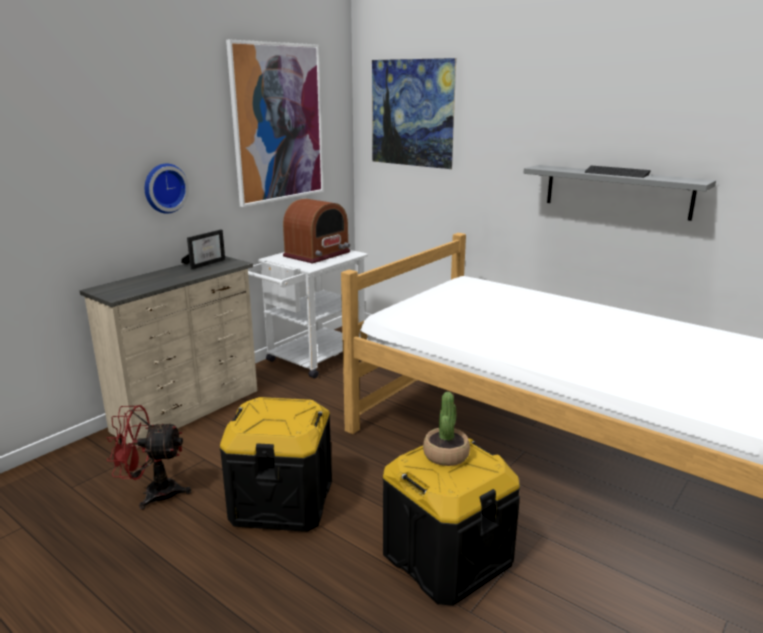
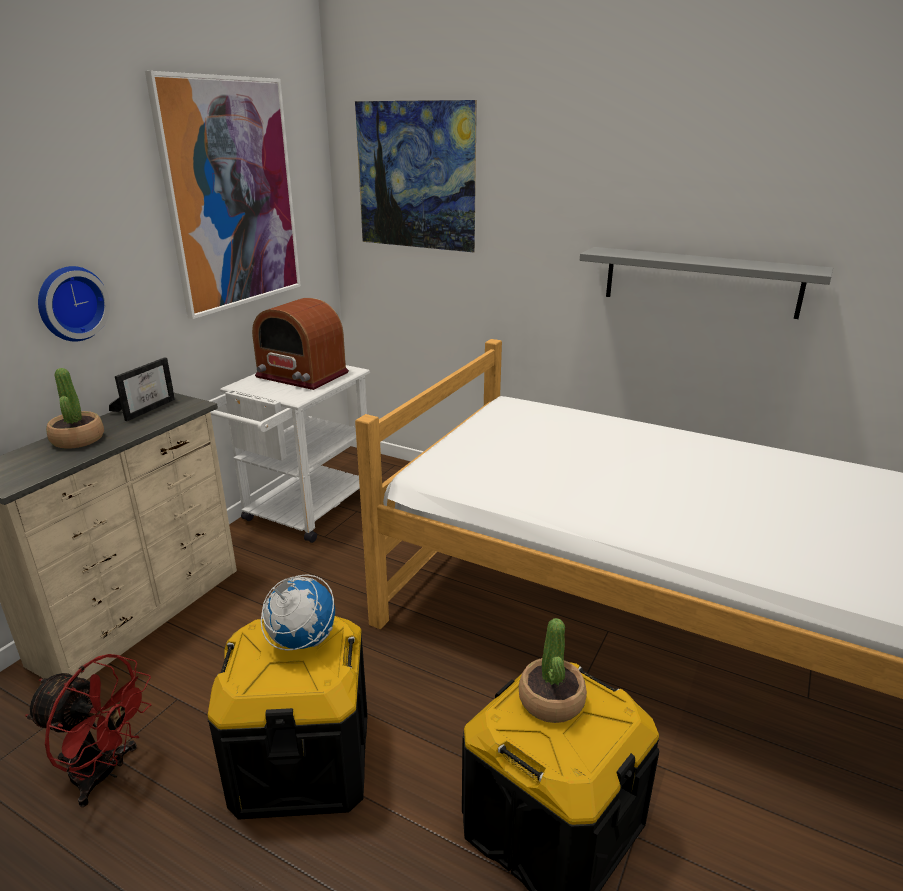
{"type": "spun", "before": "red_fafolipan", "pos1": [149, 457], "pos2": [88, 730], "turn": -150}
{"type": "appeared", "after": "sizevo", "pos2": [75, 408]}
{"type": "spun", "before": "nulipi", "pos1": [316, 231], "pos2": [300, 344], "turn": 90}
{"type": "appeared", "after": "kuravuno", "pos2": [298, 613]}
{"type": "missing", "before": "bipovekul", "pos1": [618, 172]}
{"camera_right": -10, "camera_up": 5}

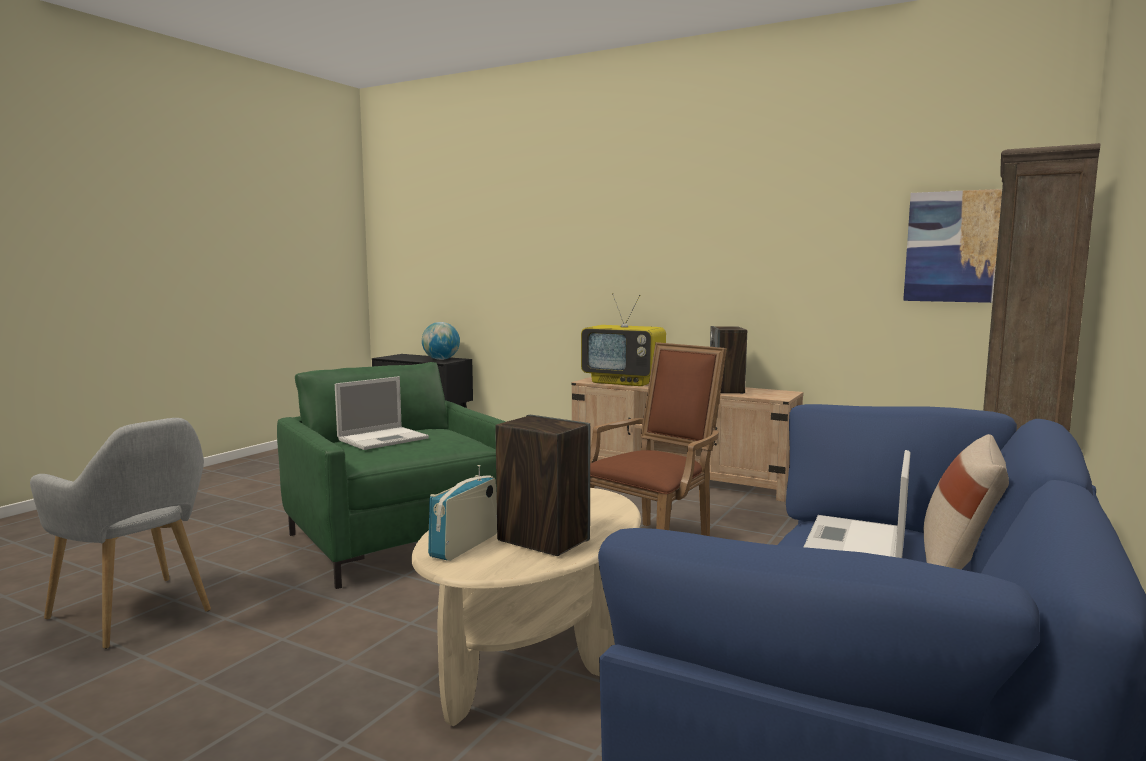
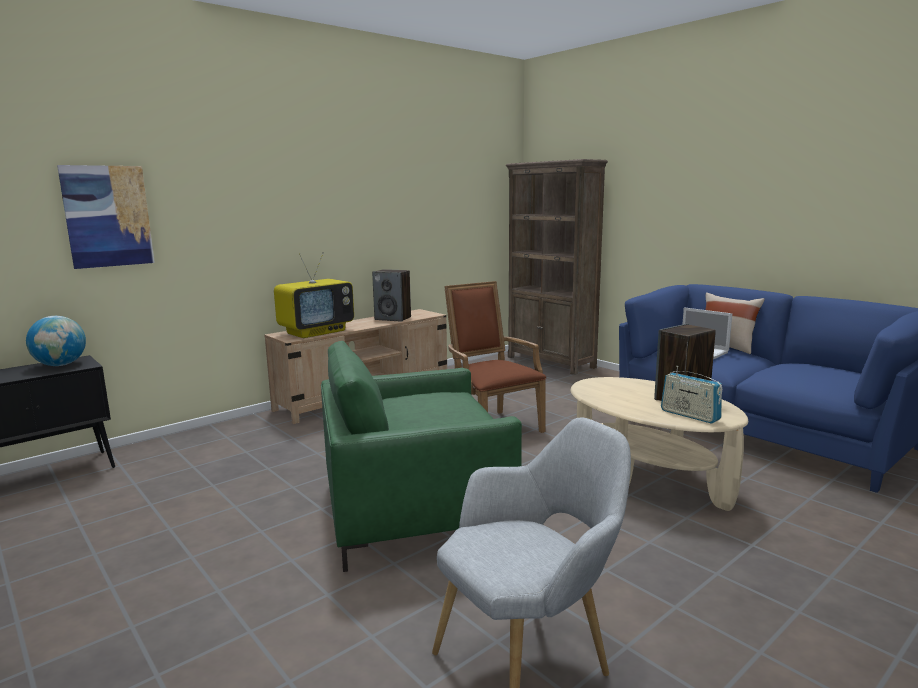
{"type": "relocated", "before": "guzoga", "pos1": [952, 246], "pos2": [106, 217]}
{"type": "missing", "before": "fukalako", "pos1": [382, 413]}
{"camera_right": -70, "camera_up": 5}

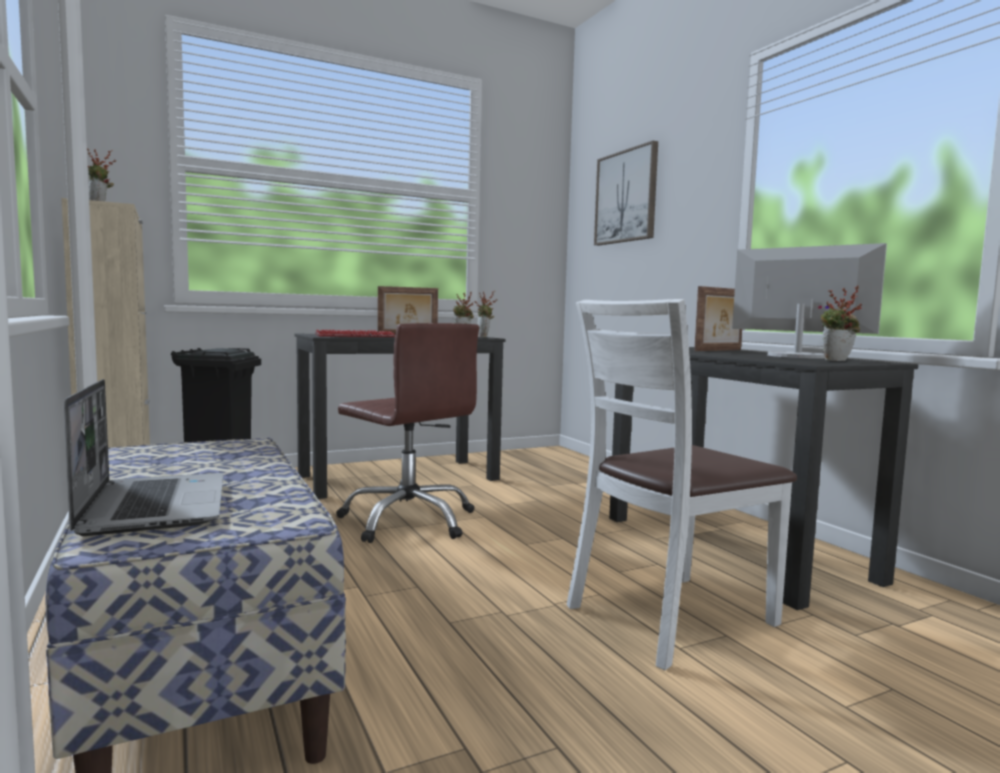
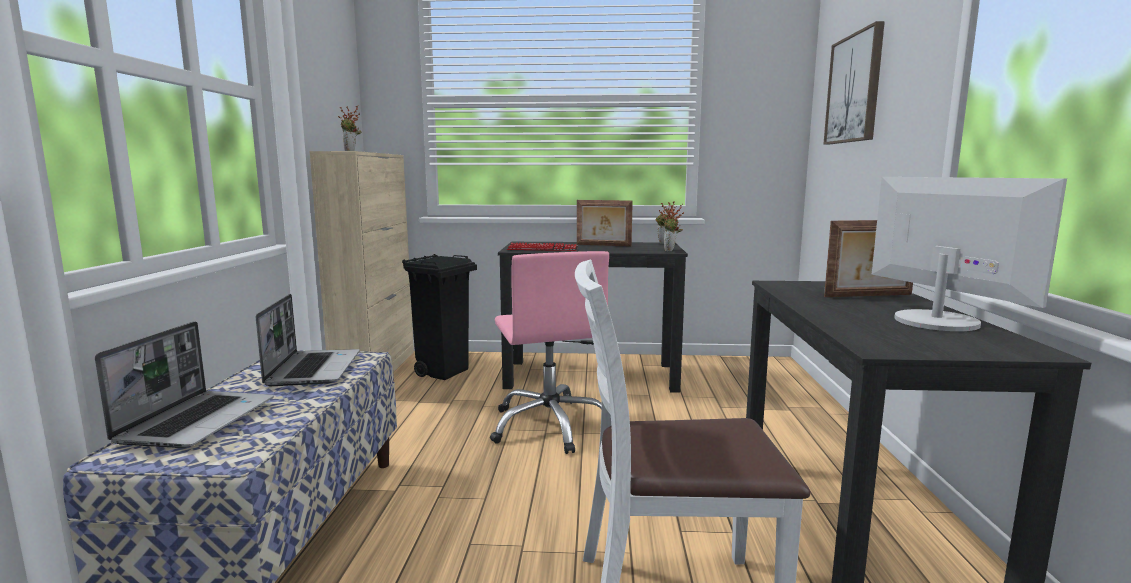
{"type": "appeared", "after": "fukalako", "pos2": [308, 340]}
{"type": "colour", "before": "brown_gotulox", "after": "pink_gotulox", "pos1": [407, 433], "pos2": [549, 352]}
{"type": "missing", "before": "sizevo", "pos1": [841, 323]}
{"camera_right": 30, "camera_up": 5}

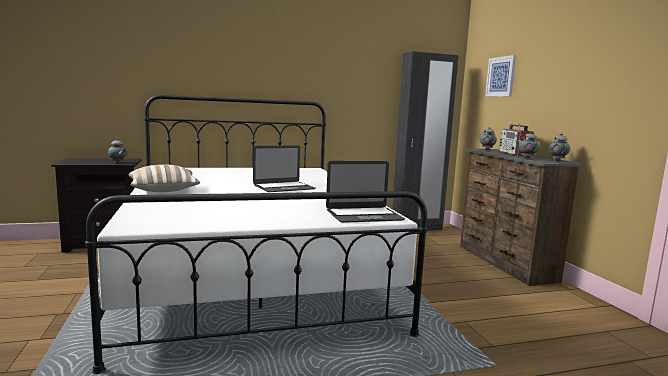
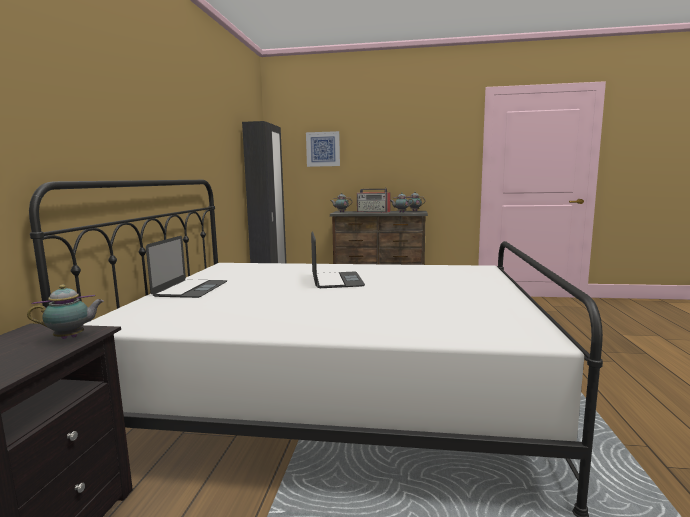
{"type": "relocated", "before": "fukalako", "pos1": [365, 192], "pos2": [186, 267]}
{"type": "missing", "before": "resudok", "pos1": [165, 178]}
{"camera_right": -65, "camera_up": 0}

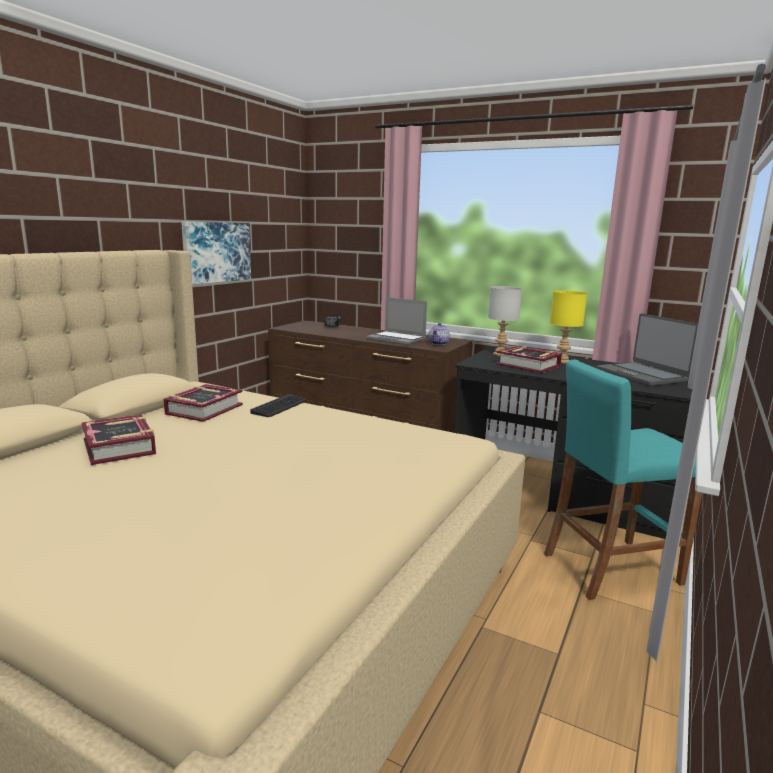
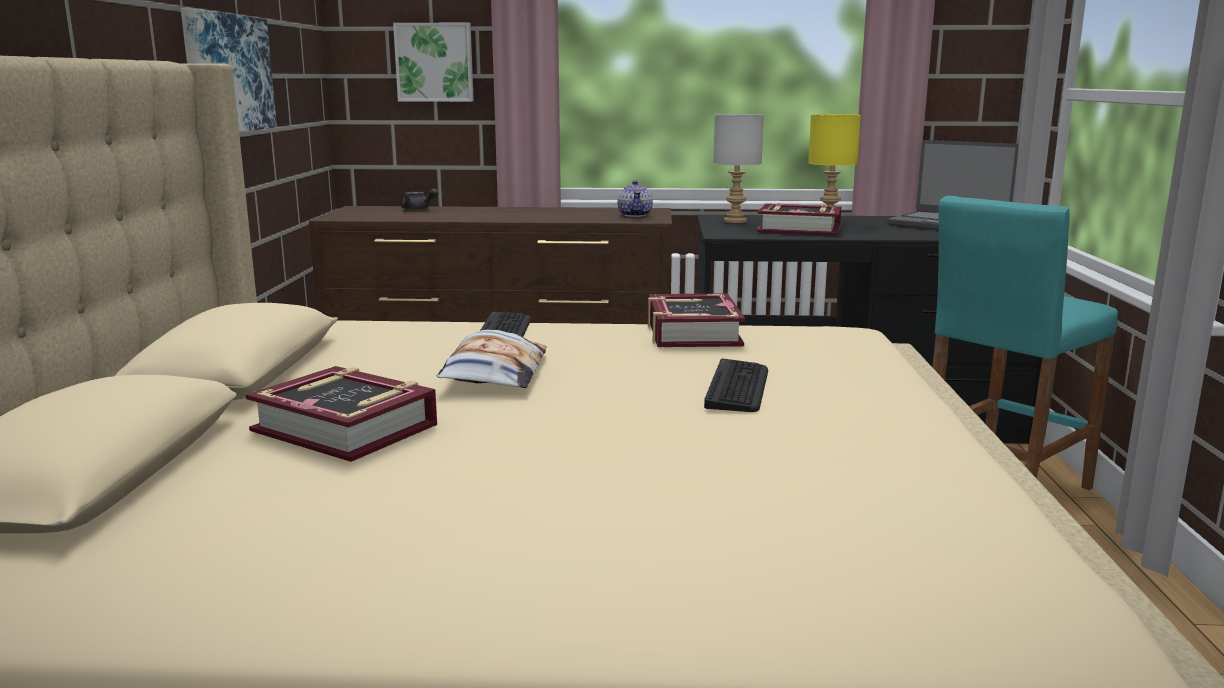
{"type": "appeared", "after": "guzoga", "pos2": [433, 62]}
{"type": "appeared", "after": "resudok", "pos2": [492, 359]}
{"type": "relocated", "before": "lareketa", "pos1": [203, 403], "pos2": [696, 320]}
{"type": "appeared", "after": "bipovekul", "pos2": [736, 385]}
{"type": "missing", "before": "fukalako", "pos1": [396, 321]}
{"camera_right": -25, "camera_up": 0}

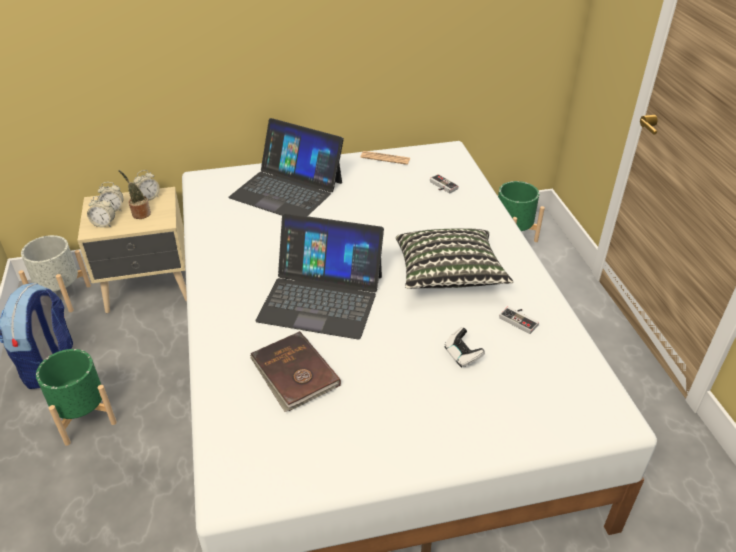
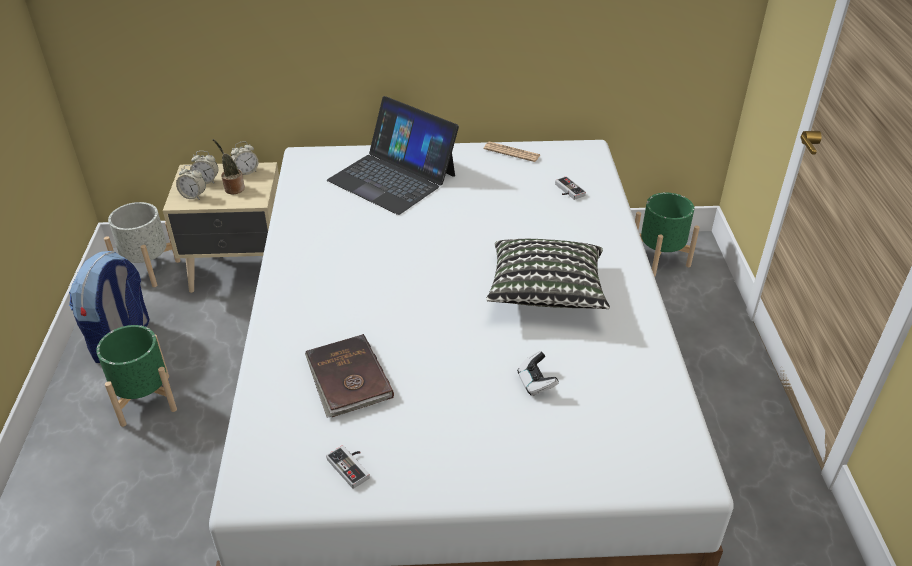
{"type": "relocated", "before": "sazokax", "pos1": [519, 320], "pos2": [348, 467]}
{"type": "missing", "before": "fukalako", "pos1": [319, 276]}
{"camera_right": 10, "camera_up": 0}

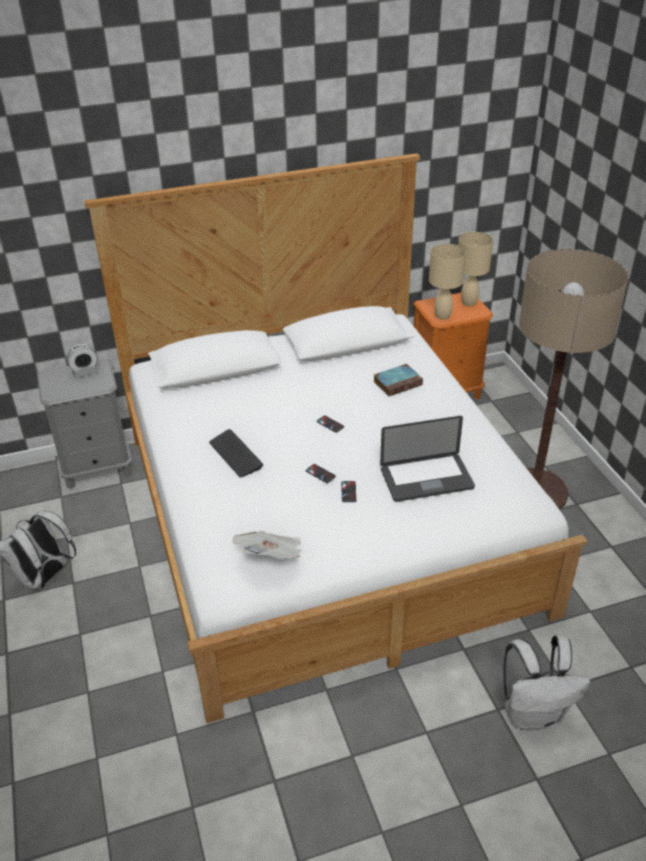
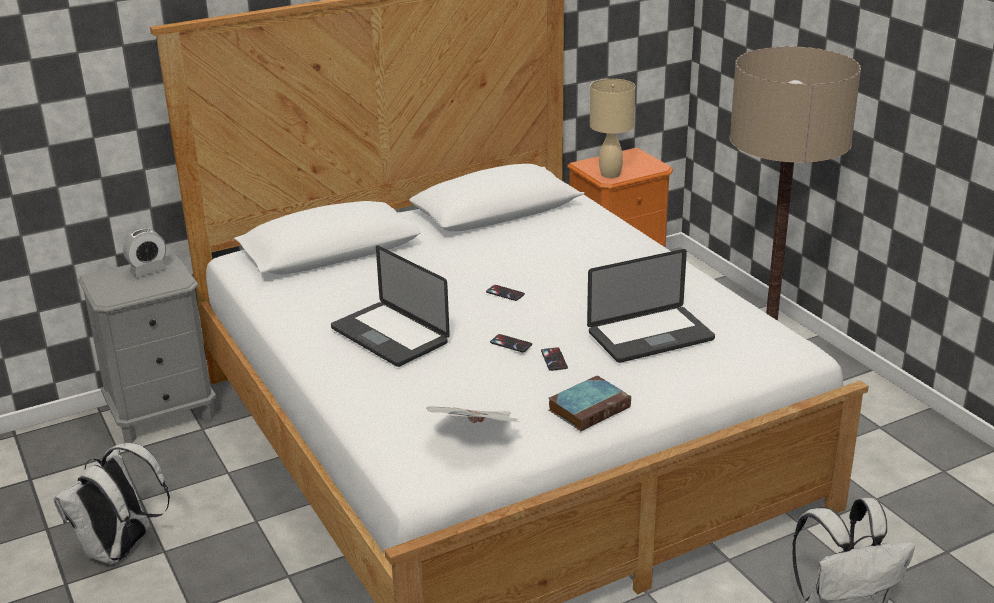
{"type": "exchanged", "before": "bipovekul", "after": "fukalako", "pos1": [236, 453], "pos2": [390, 306]}
{"type": "relocated", "before": "lareketa", "pos1": [398, 380], "pos2": [589, 403]}
{"type": "missing", "before": "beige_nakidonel", "pos1": [475, 269]}
{"camera_right": -10, "camera_up": -10}

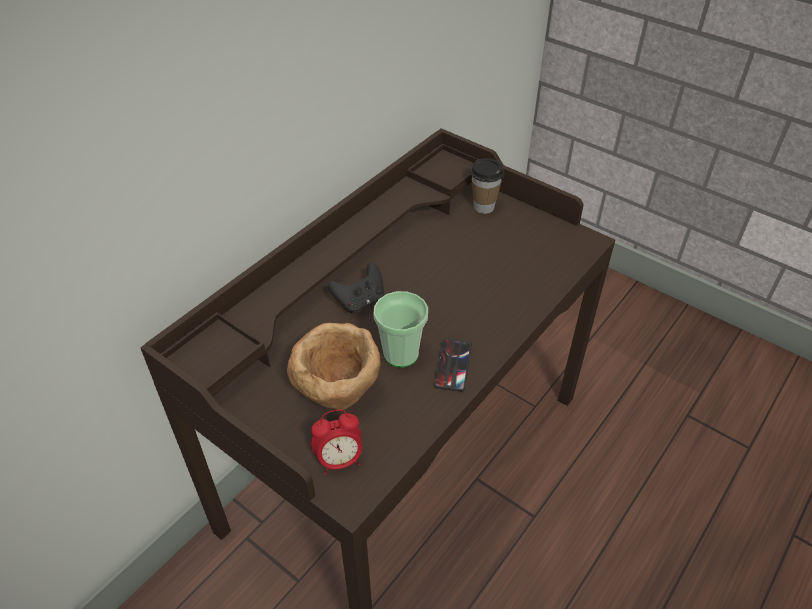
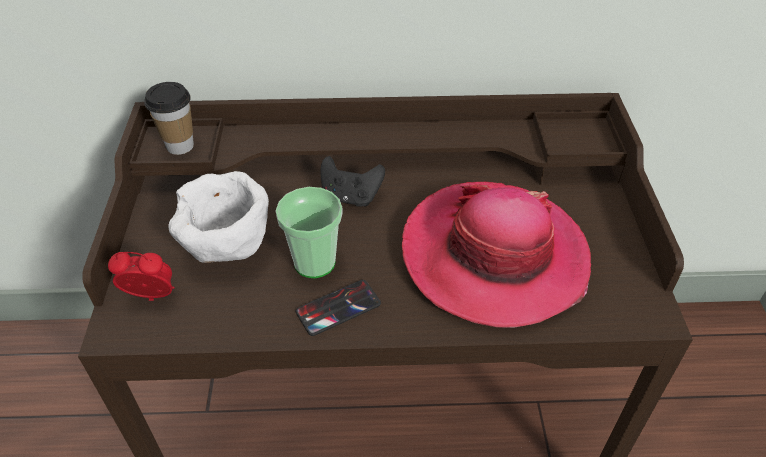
{"type": "spun", "before": "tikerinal", "pos1": [336, 442], "pos2": [141, 276], "turn": 150}
{"type": "relocated", "before": "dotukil", "pos1": [487, 186], "pos2": [169, 118]}
{"type": "colour", "before": "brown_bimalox", "after": "white_bimalox", "pos1": [334, 366], "pos2": [219, 217]}
{"type": "appeared", "after": "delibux", "pos2": [496, 254]}
{"camera_right": 50, "camera_up": 0}

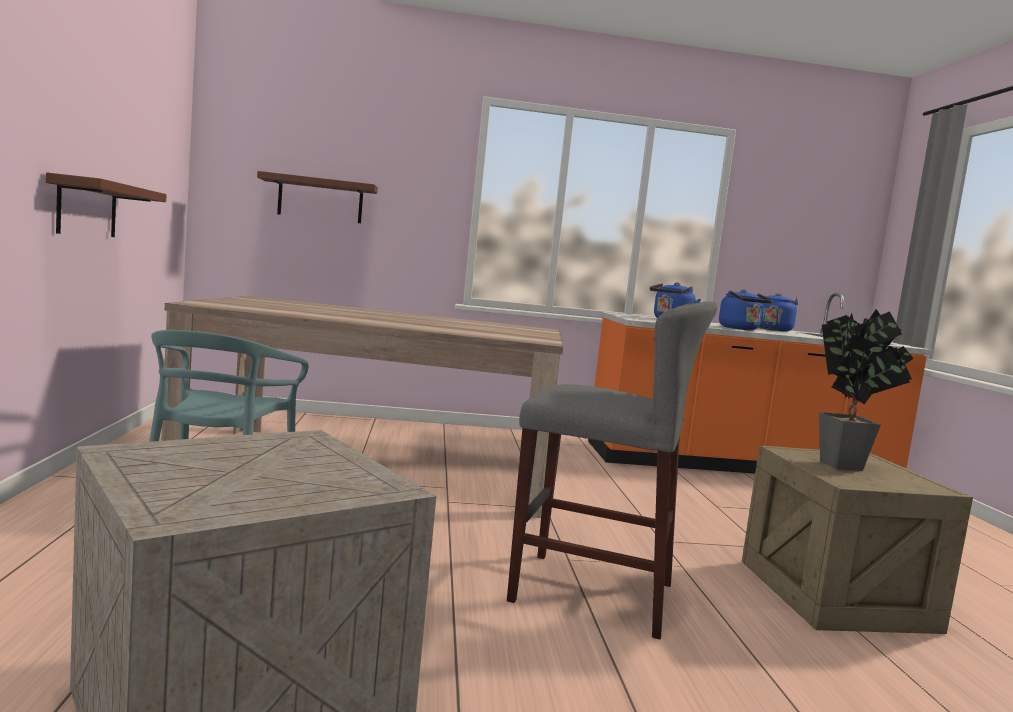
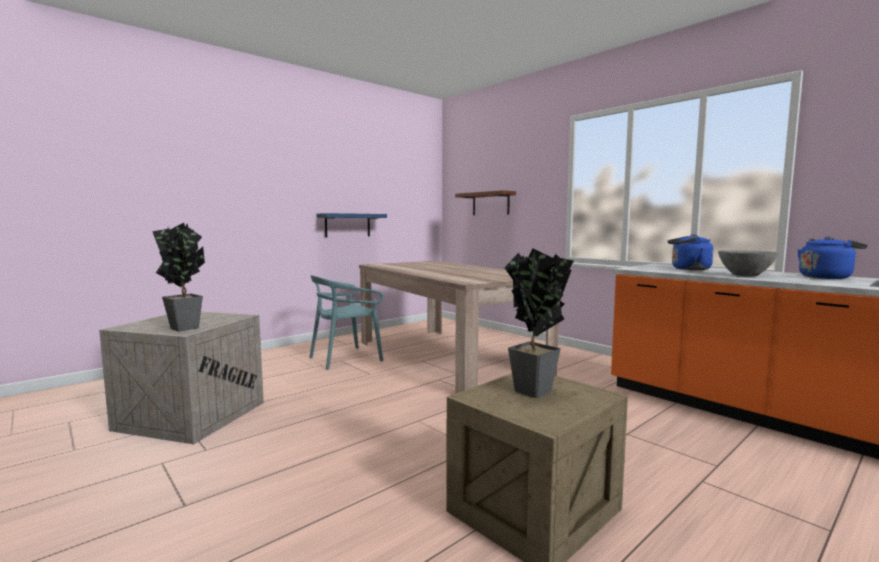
{"type": "appeared", "after": "sizevo", "pos2": [178, 277]}
{"type": "colour", "before": "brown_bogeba", "after": "blue_bogeba", "pos1": [106, 204], "pos2": [351, 225]}
{"type": "exchanged", "before": "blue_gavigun", "after": "grey_bimalox", "pos1": [745, 309], "pos2": [748, 263]}
{"type": "missing", "before": "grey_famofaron", "pos1": [612, 470]}
{"camera_right": 55, "camera_up": 0}

